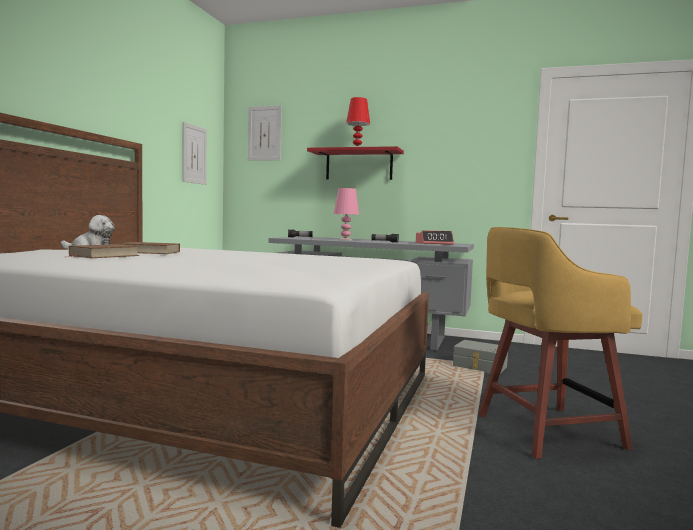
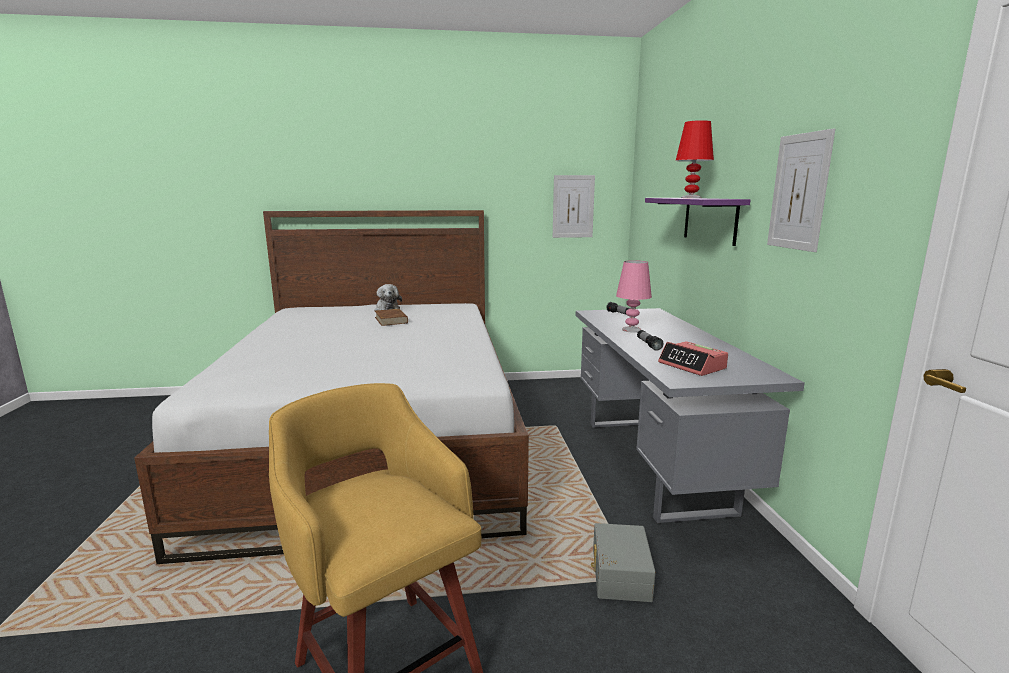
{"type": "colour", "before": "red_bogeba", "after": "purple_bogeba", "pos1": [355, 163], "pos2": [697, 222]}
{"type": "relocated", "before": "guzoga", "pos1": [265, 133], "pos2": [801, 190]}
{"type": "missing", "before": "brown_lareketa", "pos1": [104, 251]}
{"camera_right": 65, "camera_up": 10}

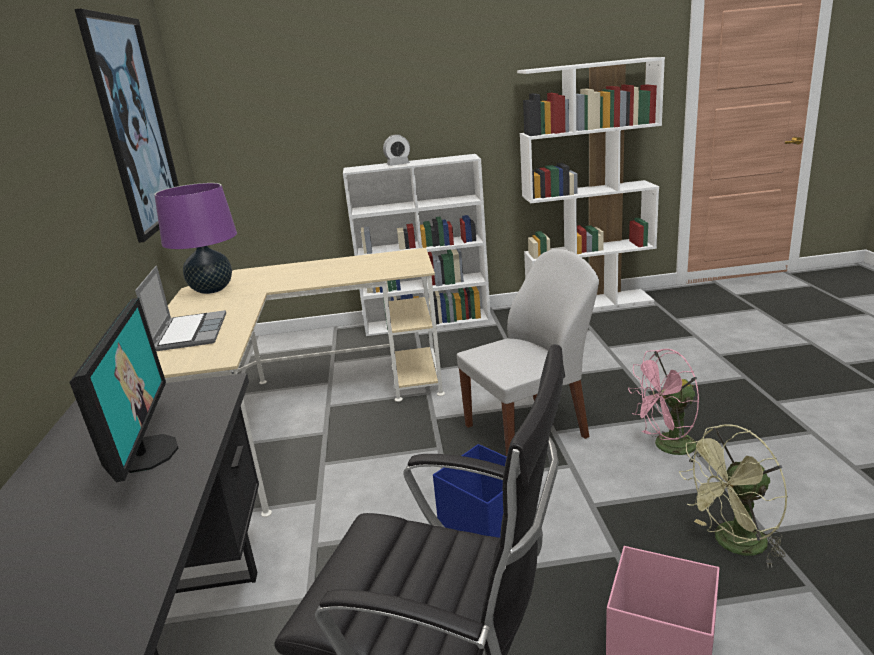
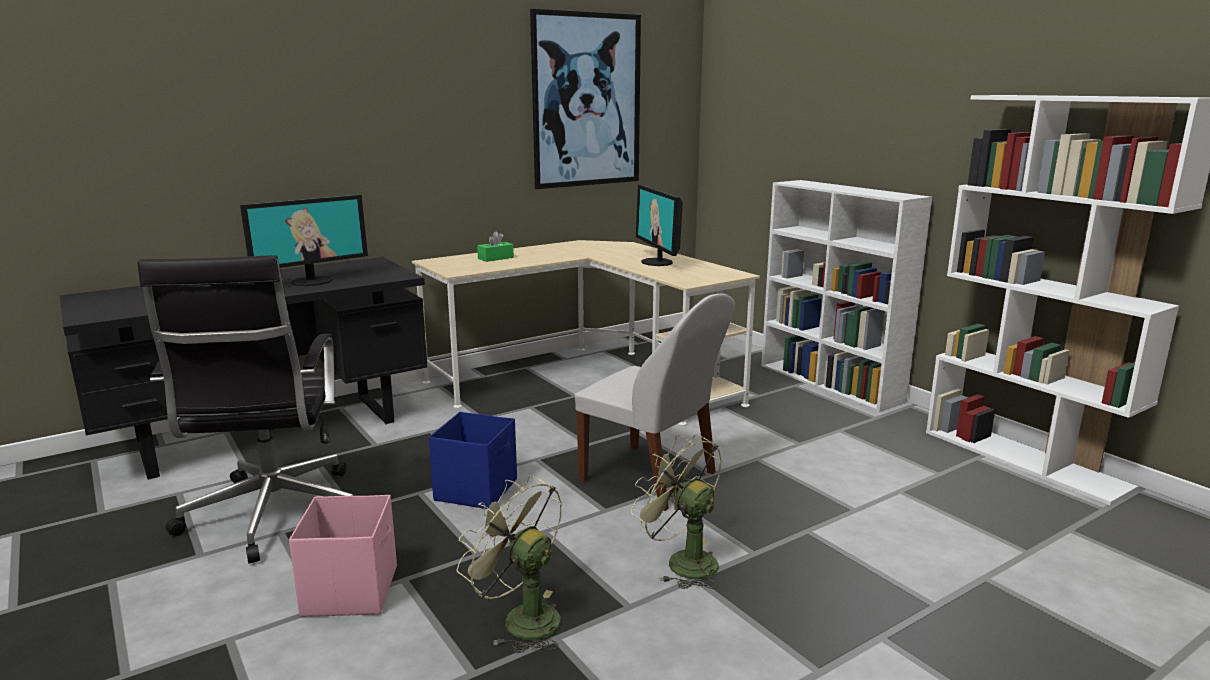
{"type": "exchanged", "before": "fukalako", "after": "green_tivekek", "pos1": [180, 308], "pos2": [495, 246]}
{"type": "colour", "before": "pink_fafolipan", "after": "green_fafolipan", "pos1": [665, 406], "pos2": [676, 511]}
{"type": "appeared", "after": "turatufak", "pos2": [659, 225]}
{"type": "missing", "before": "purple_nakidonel", "pos1": [195, 238]}
{"type": "missing", "before": "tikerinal", "pos1": [396, 150]}
{"camera_right": 60, "camera_up": -5}

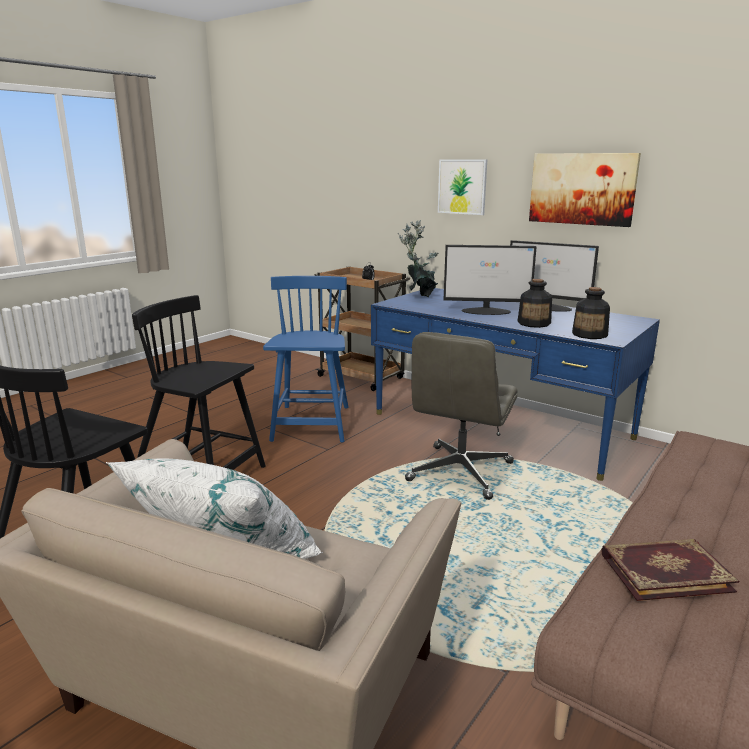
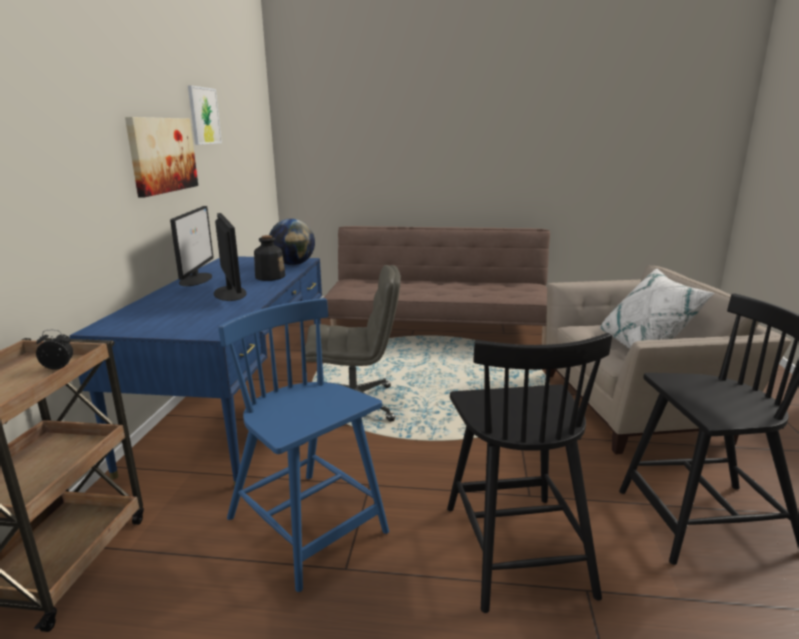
{"type": "relocated", "before": "guzoga", "pos1": [462, 187], "pos2": [205, 115]}
{"type": "spun", "before": "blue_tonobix", "pos1": [306, 359], "pos2": [303, 445], "turn": 75}
{"type": "exchanged", "before": "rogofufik", "after": "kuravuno", "pos1": [591, 313], "pos2": [292, 242]}
{"type": "missing", "before": "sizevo", "pos1": [418, 258]}
{"type": "missing", "before": "lareketa", "pos1": [670, 570]}
{"camera_right": -120, "camera_up": 0}

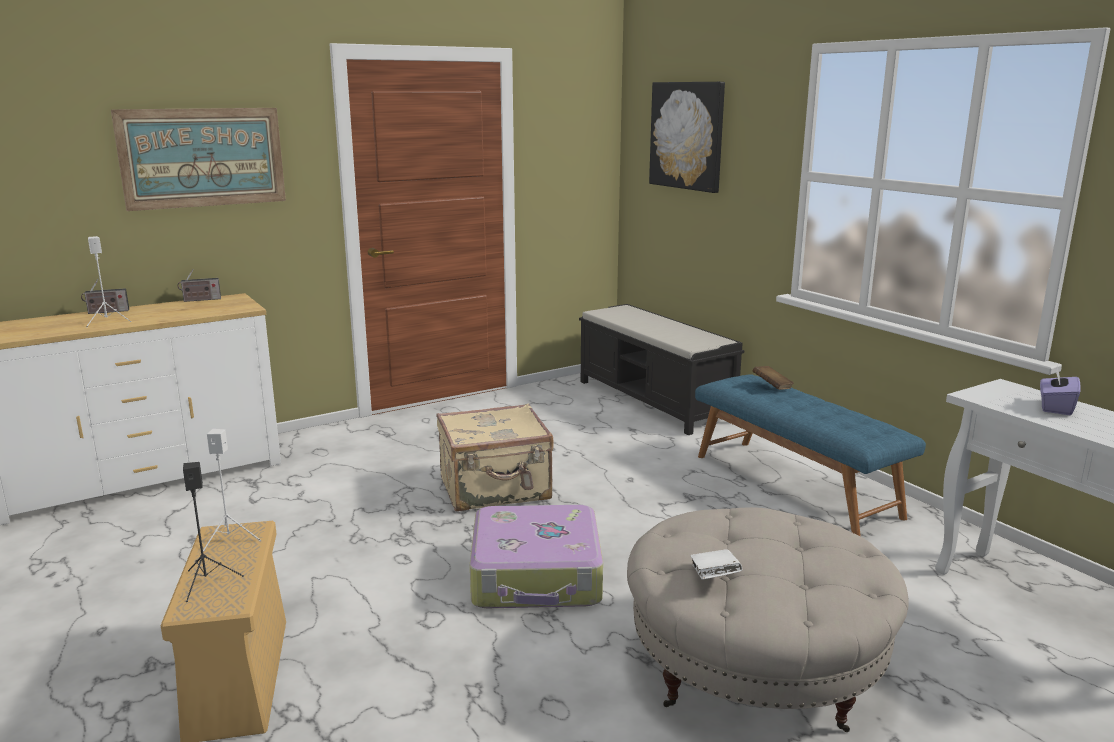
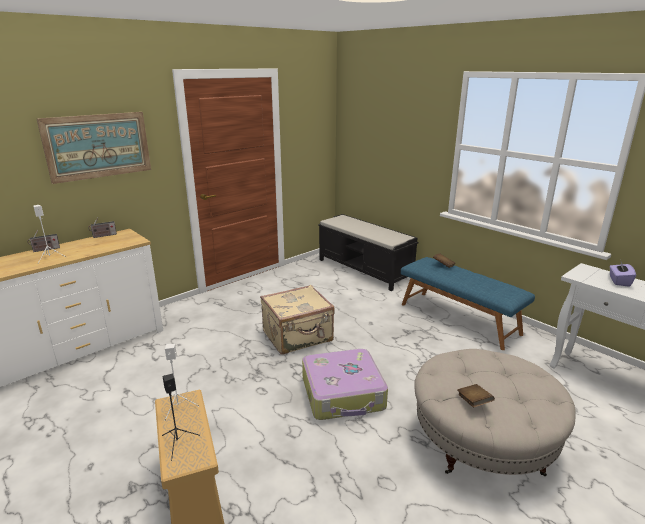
{"type": "colour", "before": "white_lareketa", "after": "brown_lareketa", "pos1": [716, 564], "pos2": [476, 395]}
{"type": "missing", "before": "guzoga", "pos1": [687, 137]}
{"camera_right": -10, "camera_up": 5}

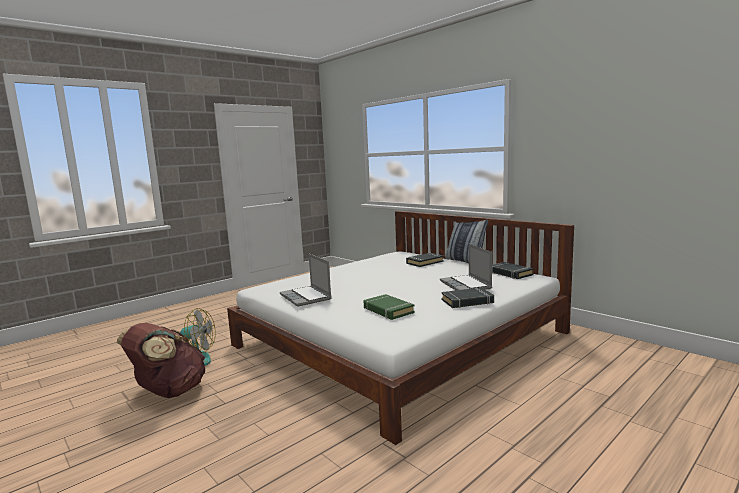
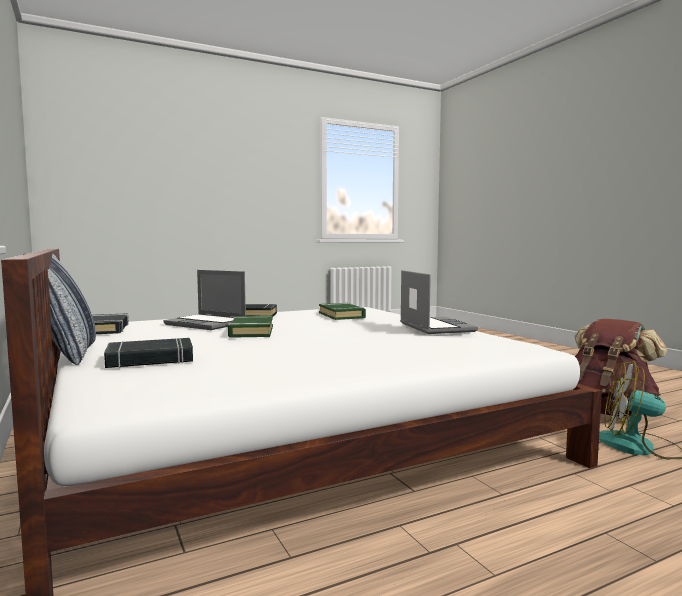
{"type": "spun", "before": "fukalako", "pos1": [466, 267], "pos2": [204, 300], "turn": 120}
{"type": "appeared", "after": "green_lareketa", "pos2": [250, 327]}
{"camera_right": -165, "camera_up": -5}

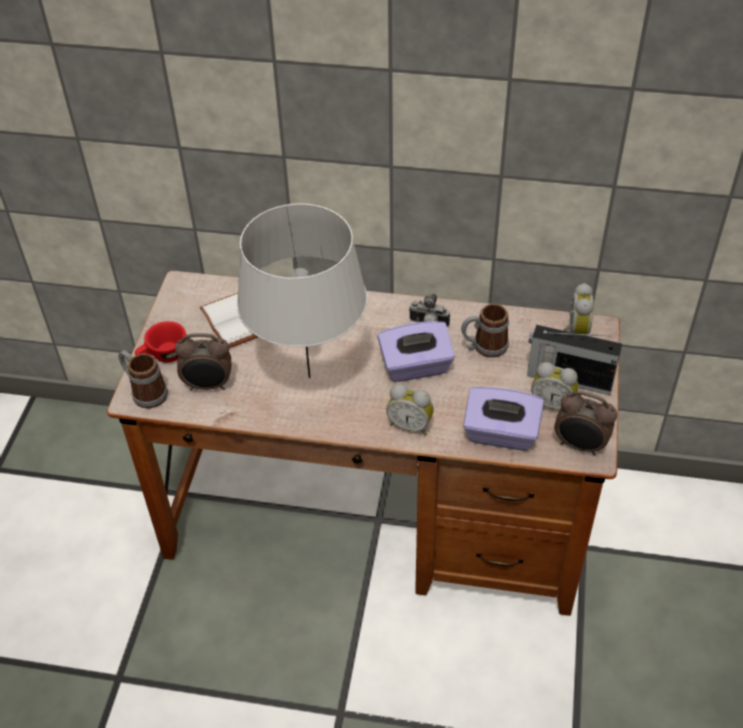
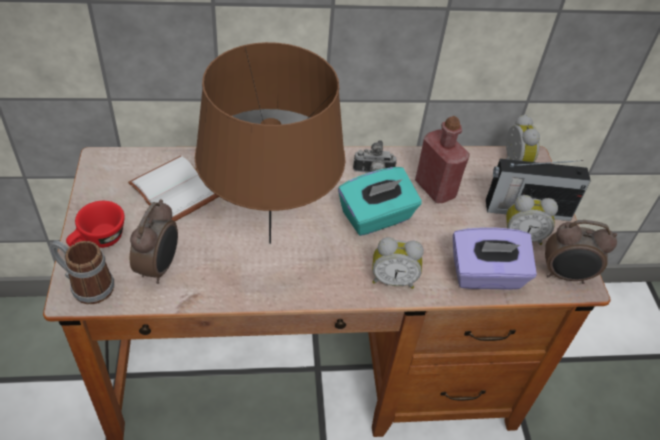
{"type": "spun", "before": "tikerinal", "pos1": [203, 362], "pos2": [154, 241], "turn": -60}
{"type": "colour", "before": "grey_nakidonel", "after": "brown_nakidonel", "pos1": [302, 291], "pos2": [270, 143]}
{"type": "colour", "before": "purple_tivekek", "after": "turquoise_tivekek", "pos1": [416, 351], "pos2": [380, 201]}
{"type": "exchanged", "before": "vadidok", "after": "red_rogofufik", "pos1": [485, 331], "pos2": [442, 159]}
{"camera_right": -20, "camera_up": 0}

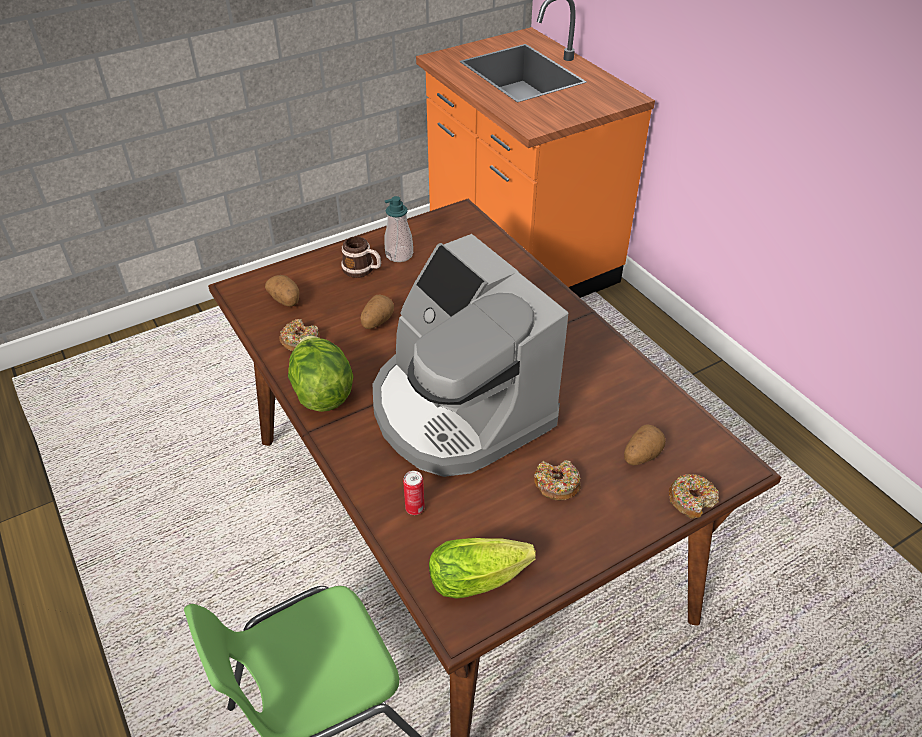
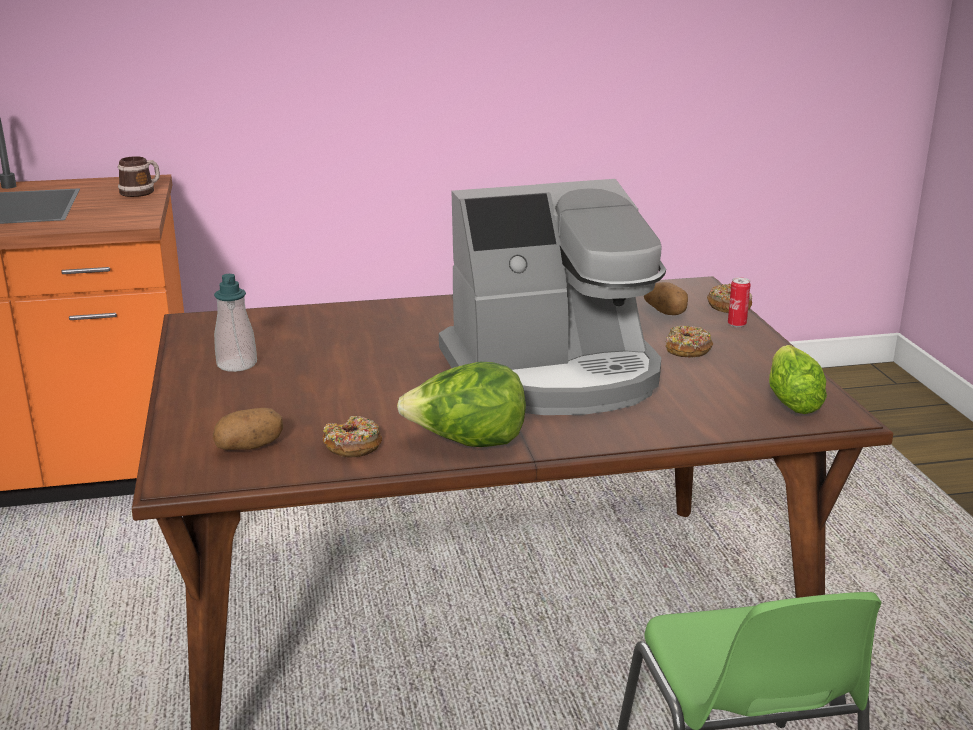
{"type": "relocated", "before": "vadidok", "pos1": [361, 257], "pos2": [139, 176]}
{"type": "relocated", "before": "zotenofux", "pos1": [414, 493], "pos2": [739, 302]}
{"type": "missing", "before": "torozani", "pos1": [377, 312]}
{"camera_right": -70, "camera_up": -20}

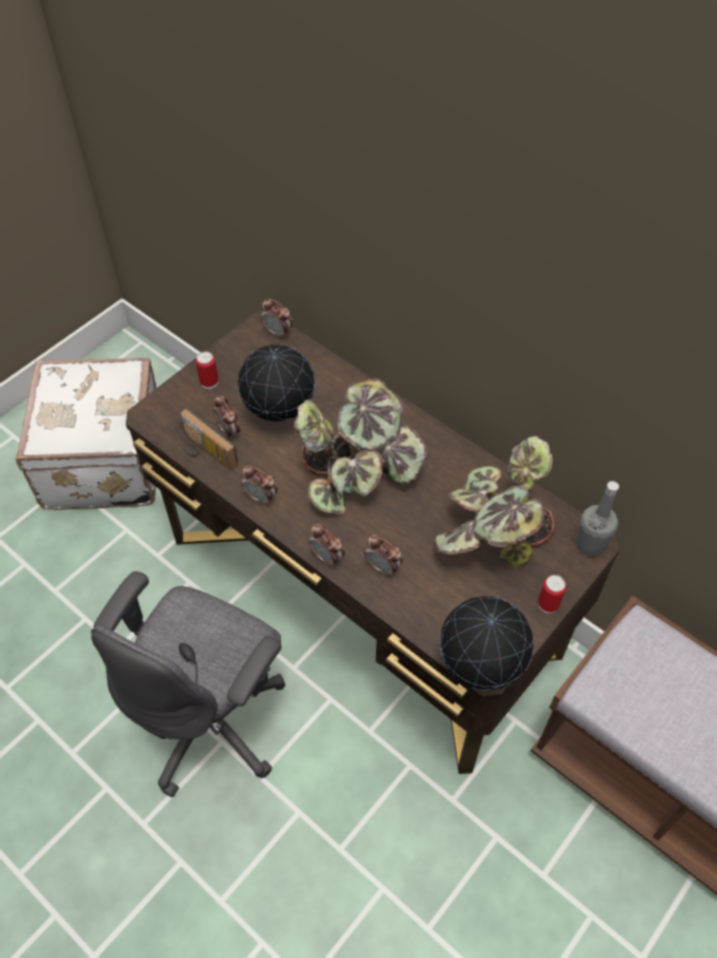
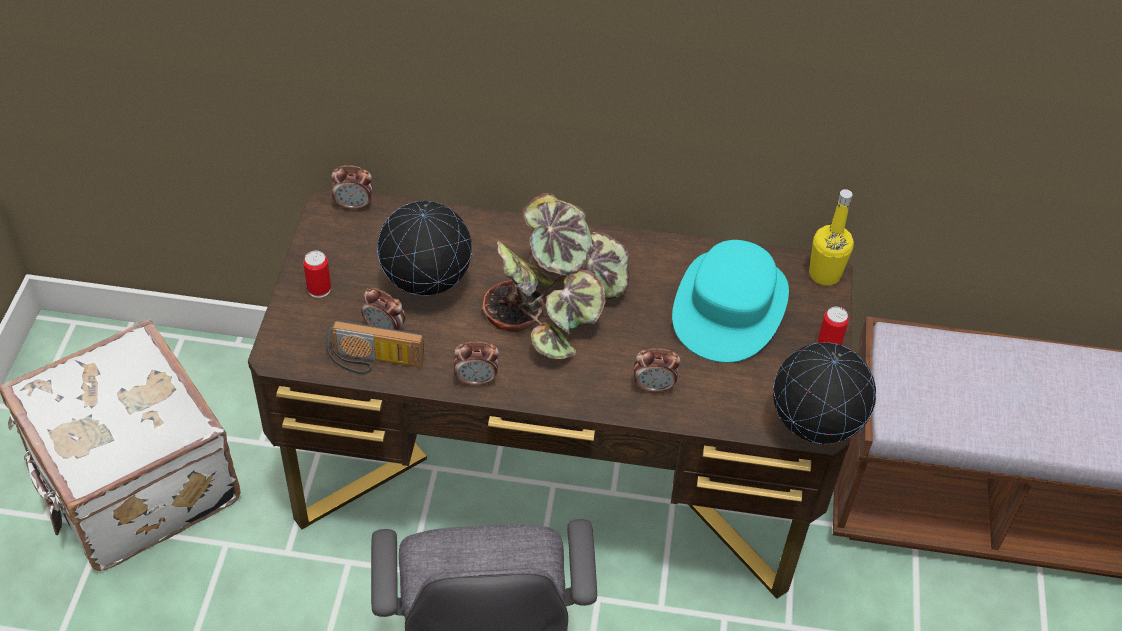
{"type": "exchanged", "before": "sizevo", "after": "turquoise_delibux", "pos1": [493, 501], "pos2": [730, 301]}
{"type": "colour", "before": "grey_rogofufik", "after": "yellow_rogofufik", "pos1": [597, 519], "pos2": [831, 237]}
{"type": "missing", "before": "tikerinal", "pos1": [327, 545]}
{"camera_right": -35, "camera_up": -5}

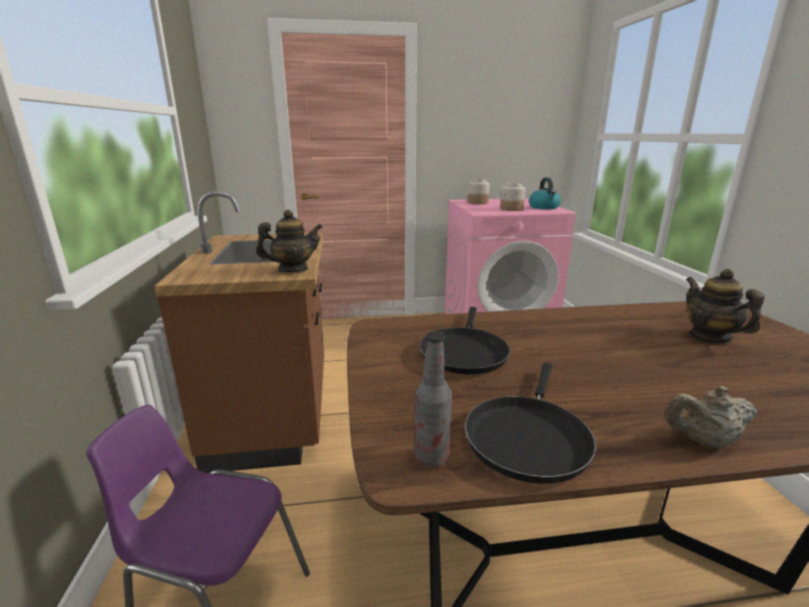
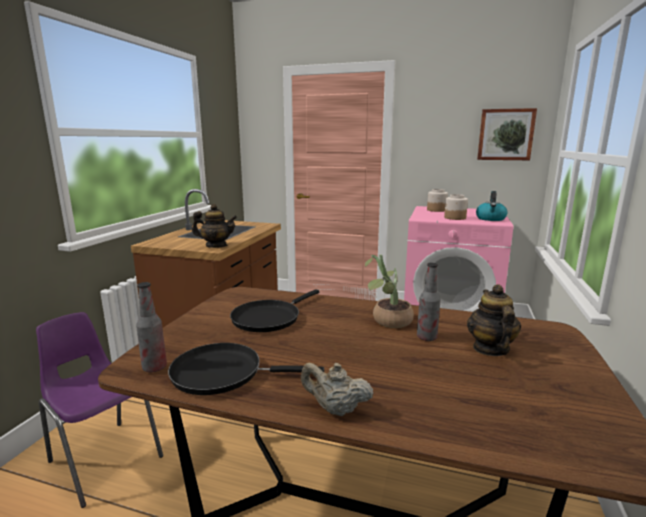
{"type": "spun", "before": "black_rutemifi", "pos1": [530, 423], "pos2": [246, 369], "turn": 45}
{"type": "appeared", "after": "sizevo", "pos2": [389, 291]}
{"type": "appeared", "after": "rogofufik", "pos2": [429, 302]}
{"type": "appeared", "after": "guzoga", "pos2": [507, 134]}
{"camera_right": 25, "camera_up": -5}

